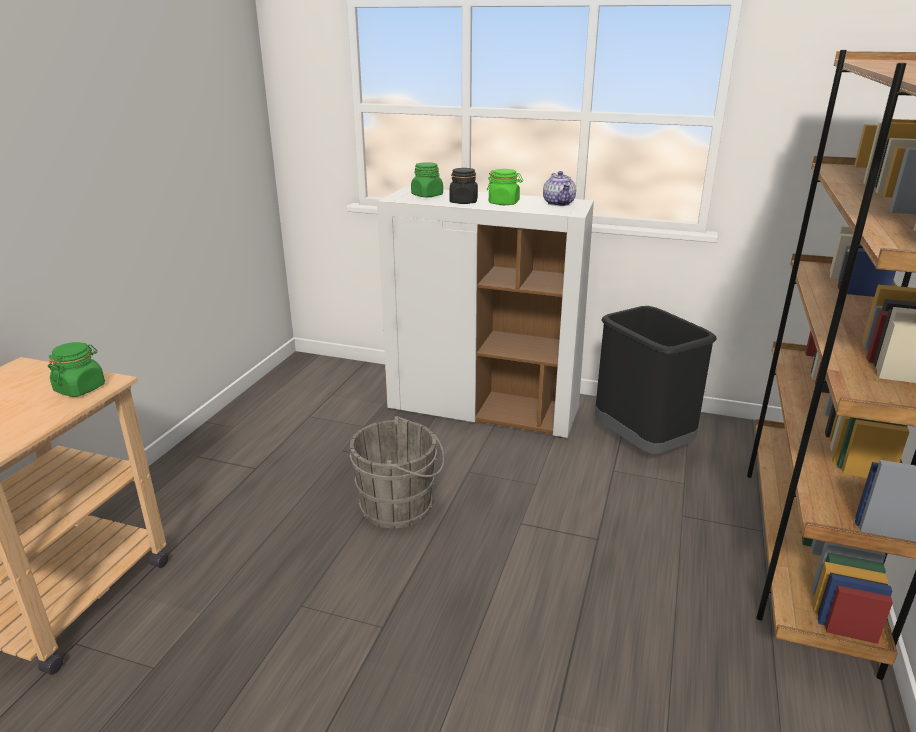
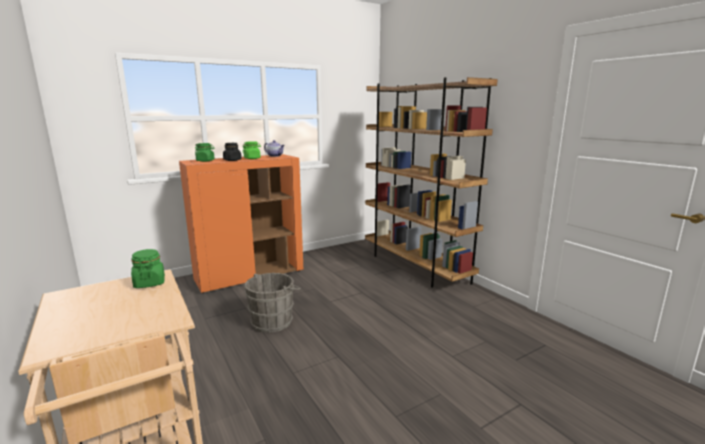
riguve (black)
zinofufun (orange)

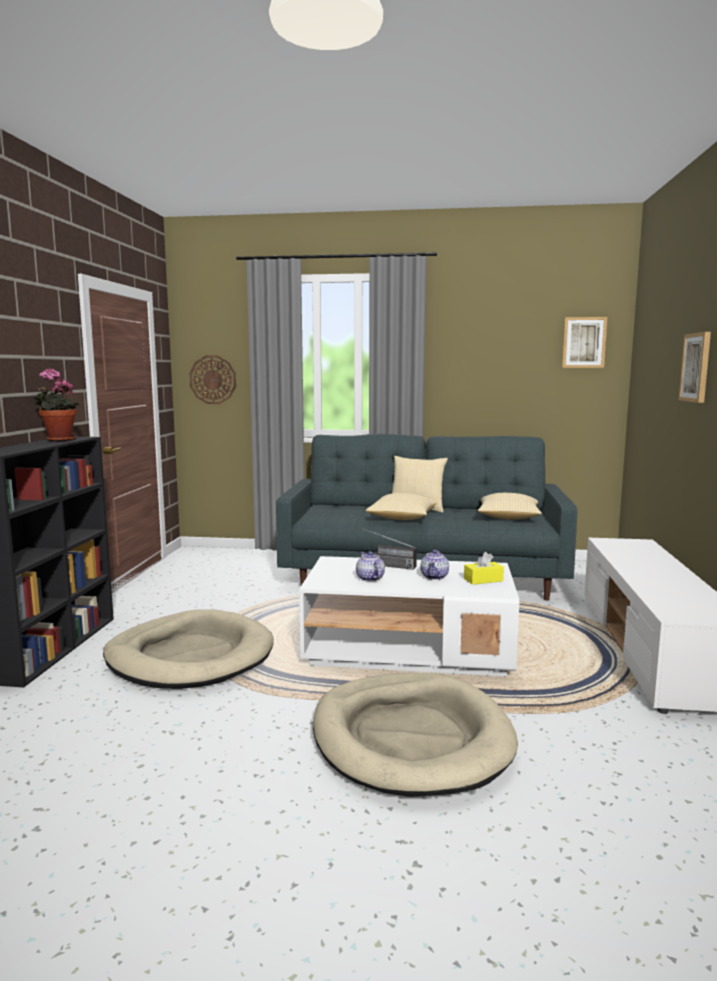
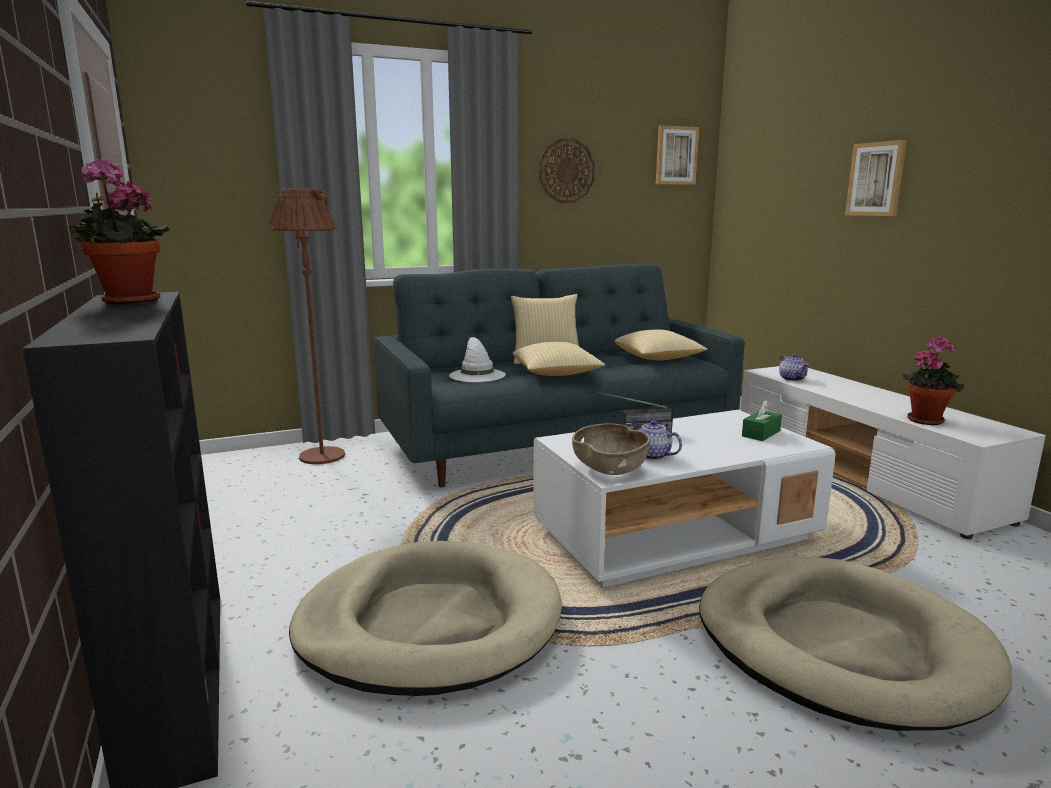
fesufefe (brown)
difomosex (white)
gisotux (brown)
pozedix (2nd from left)
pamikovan
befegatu (2nd from left)
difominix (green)

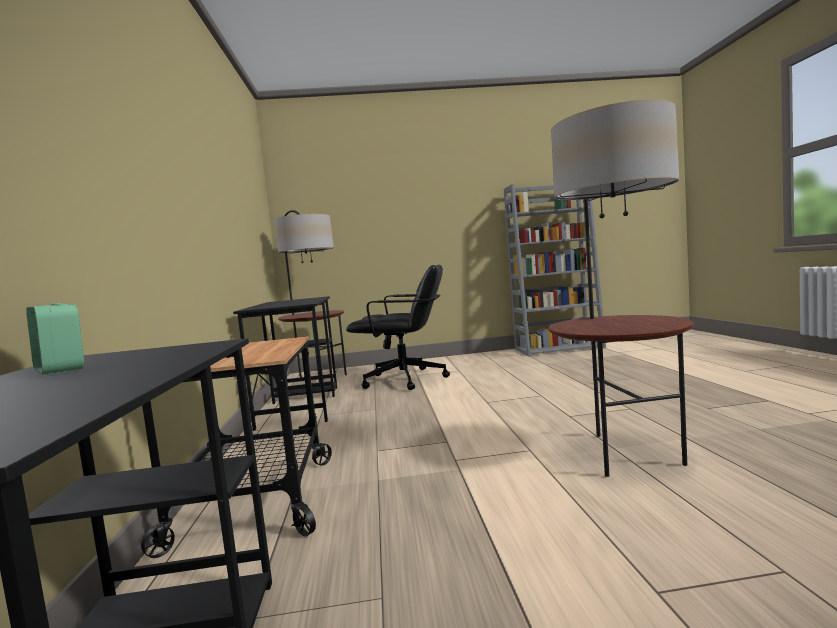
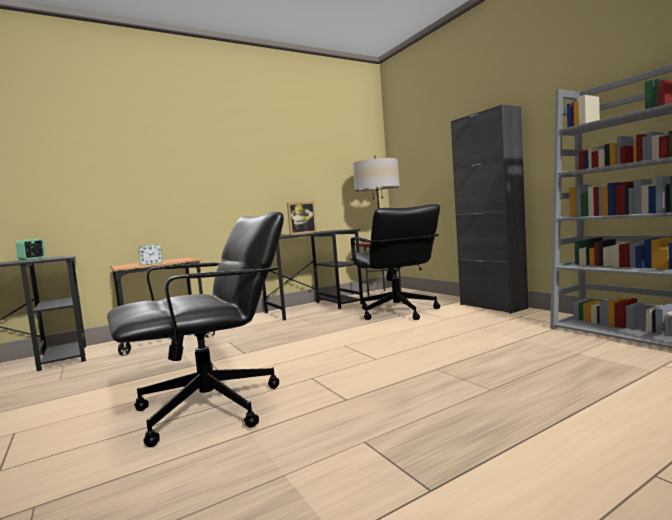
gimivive (2nd from left)
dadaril
zinofufun (black)
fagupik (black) (1st from left)

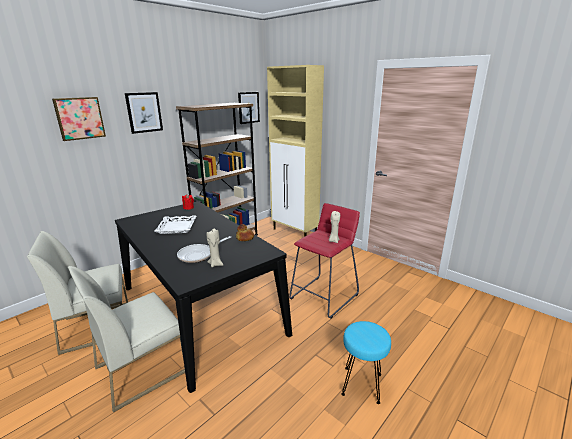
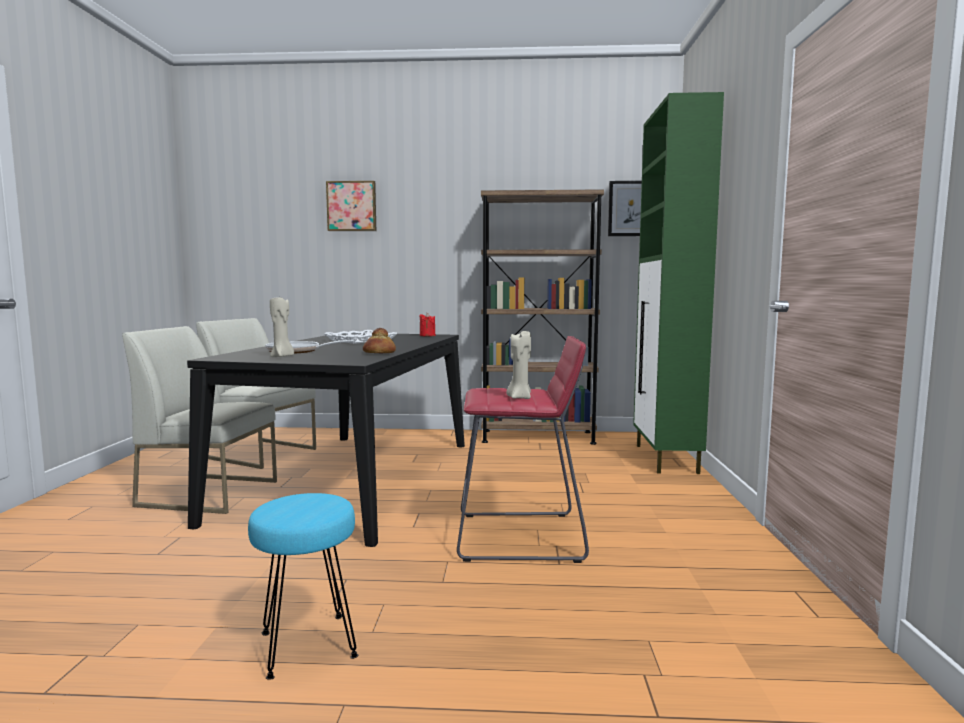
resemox (2nd from left in the first image)
zinofufun (green)

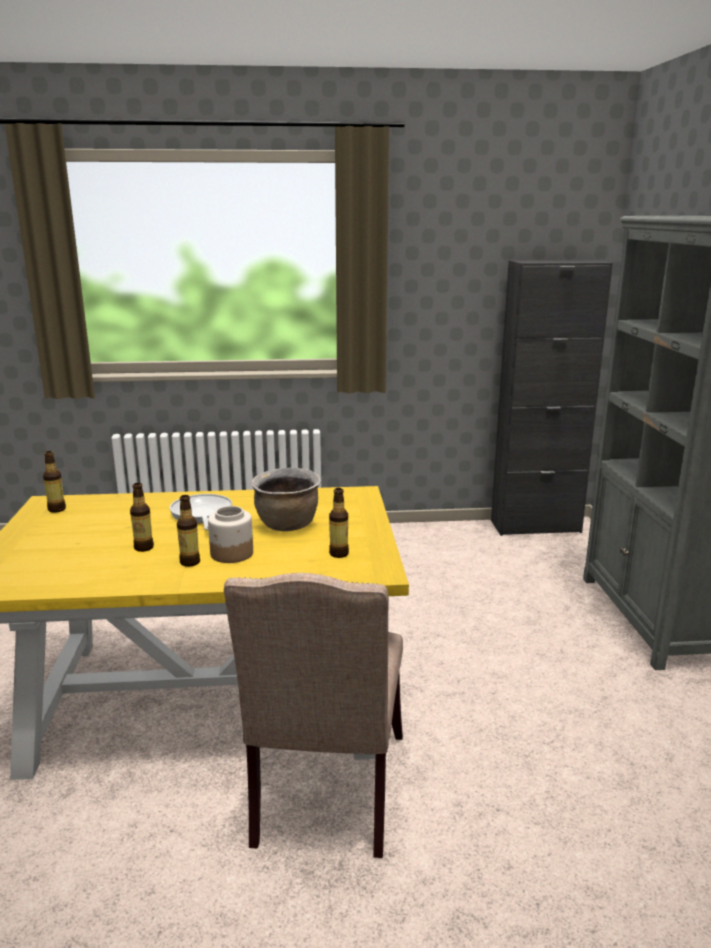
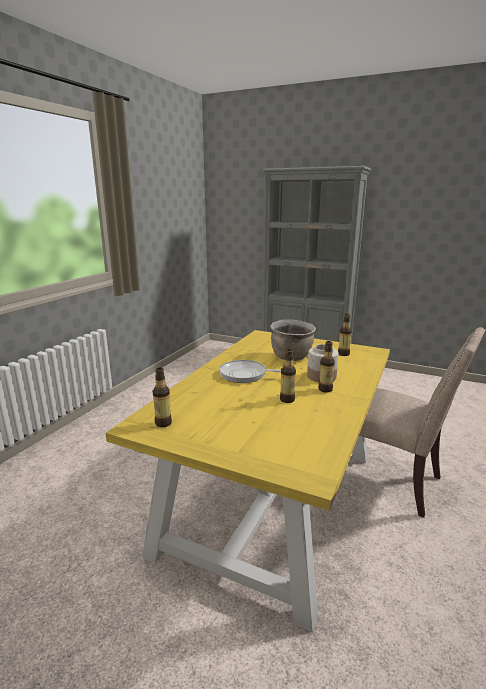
zinofufun (black)

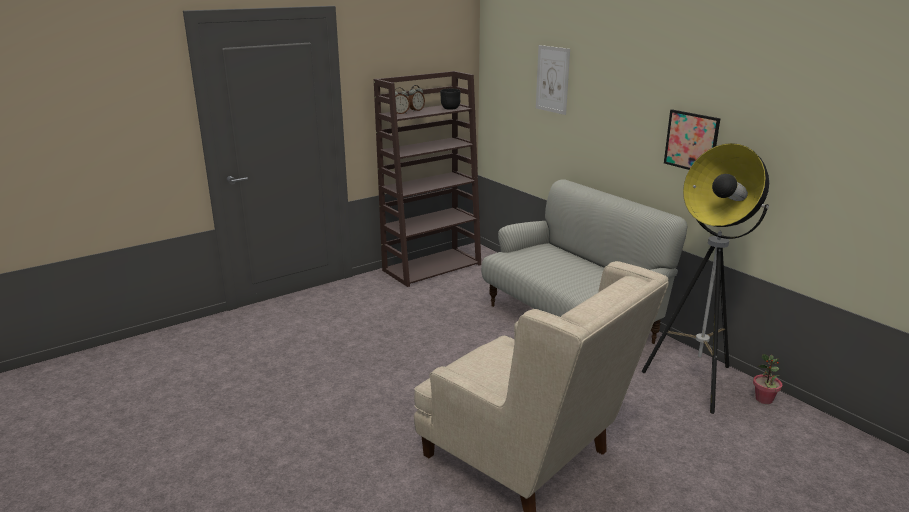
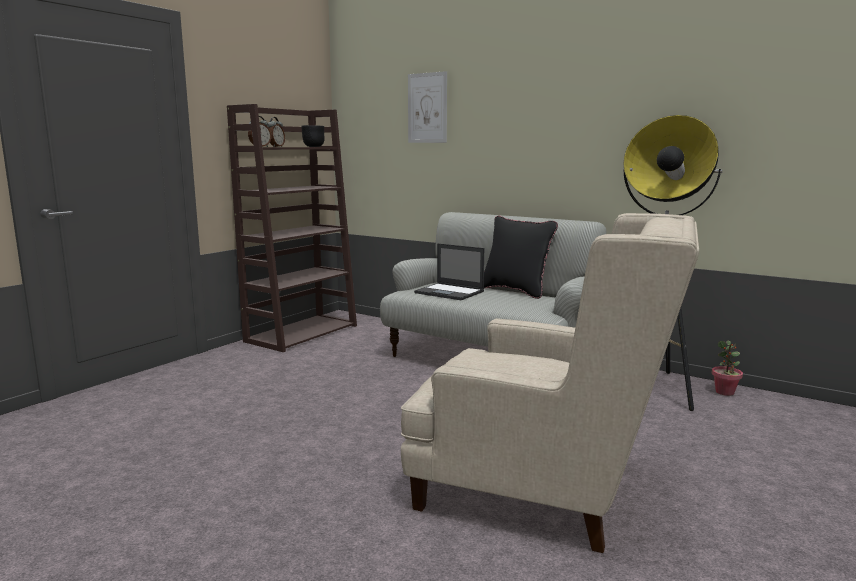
resemox (2nd from left in the first image)
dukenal
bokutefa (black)

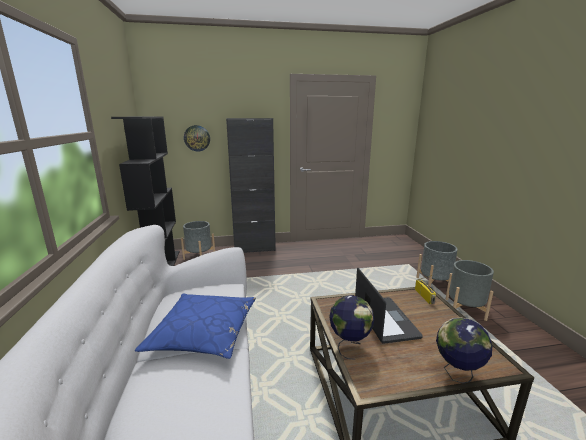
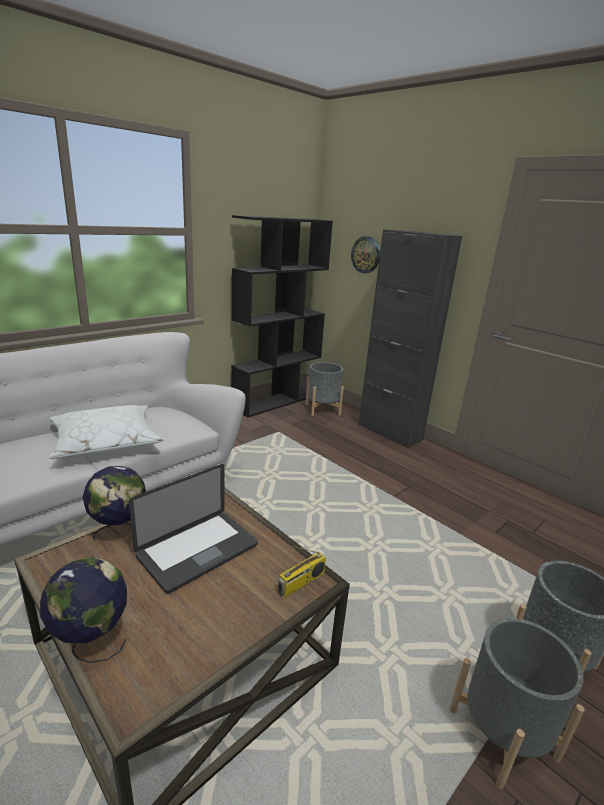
bokutefa (white)

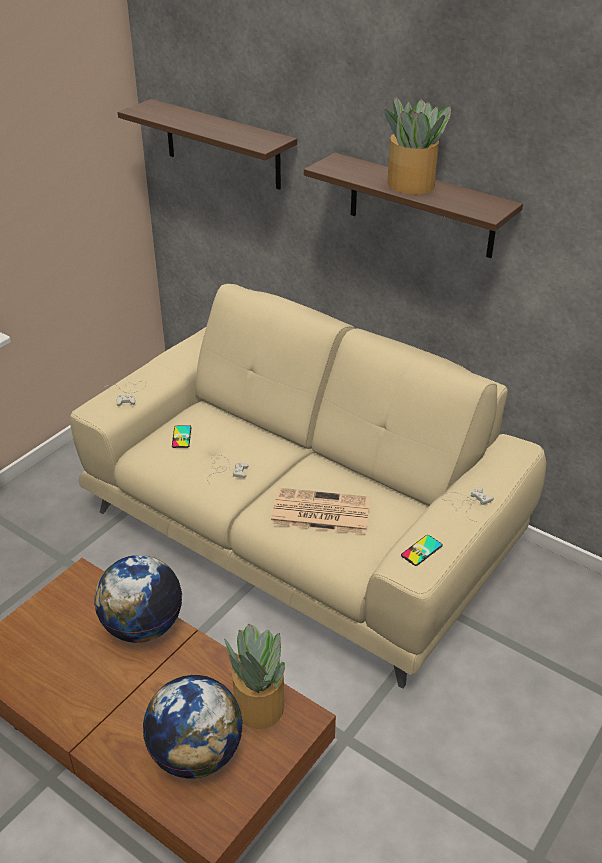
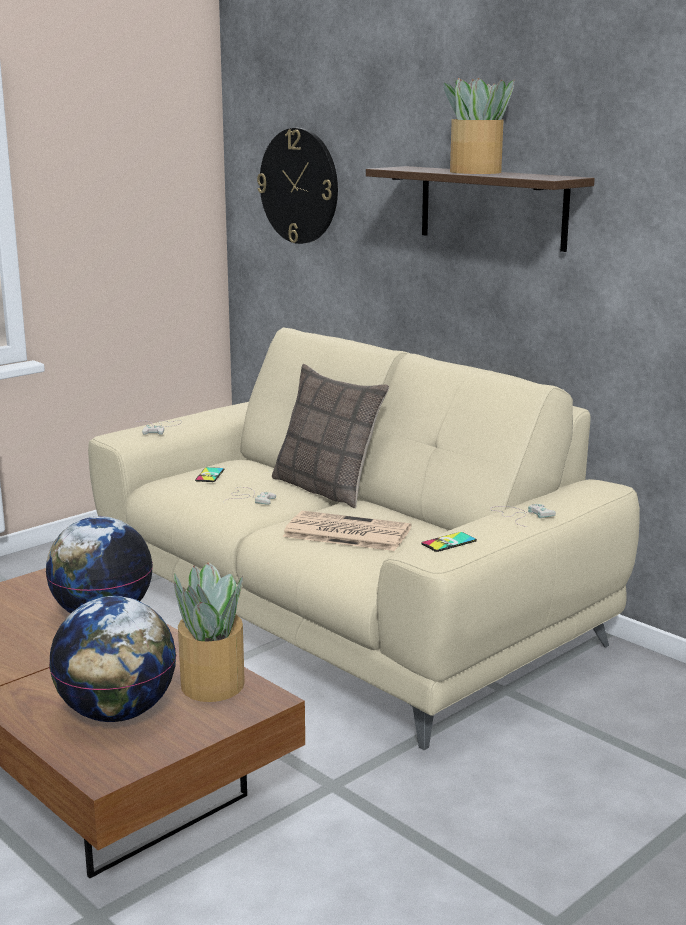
bokutefa
pamikovan

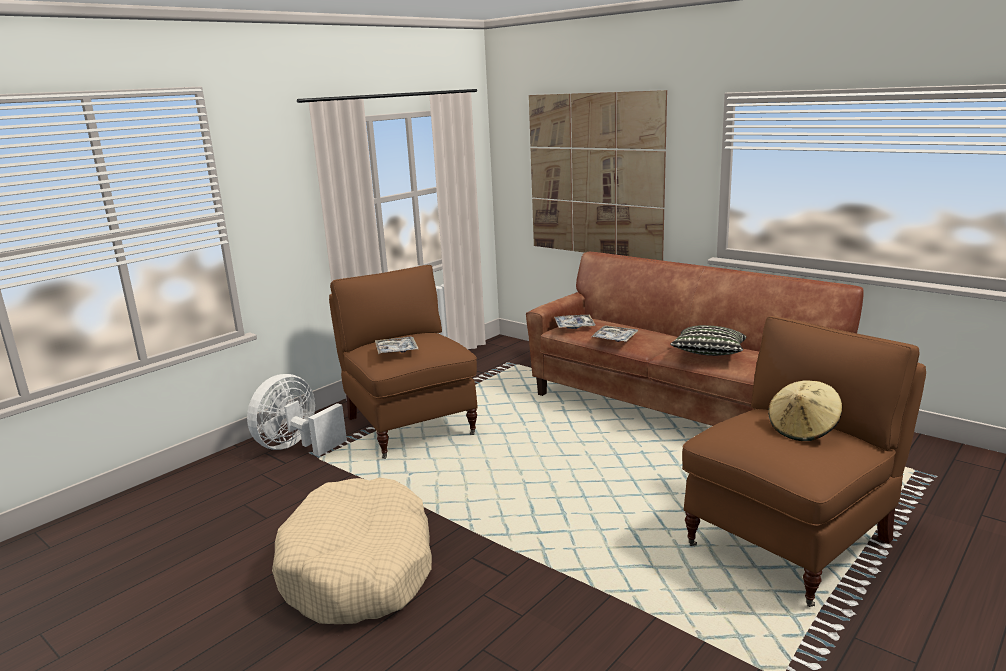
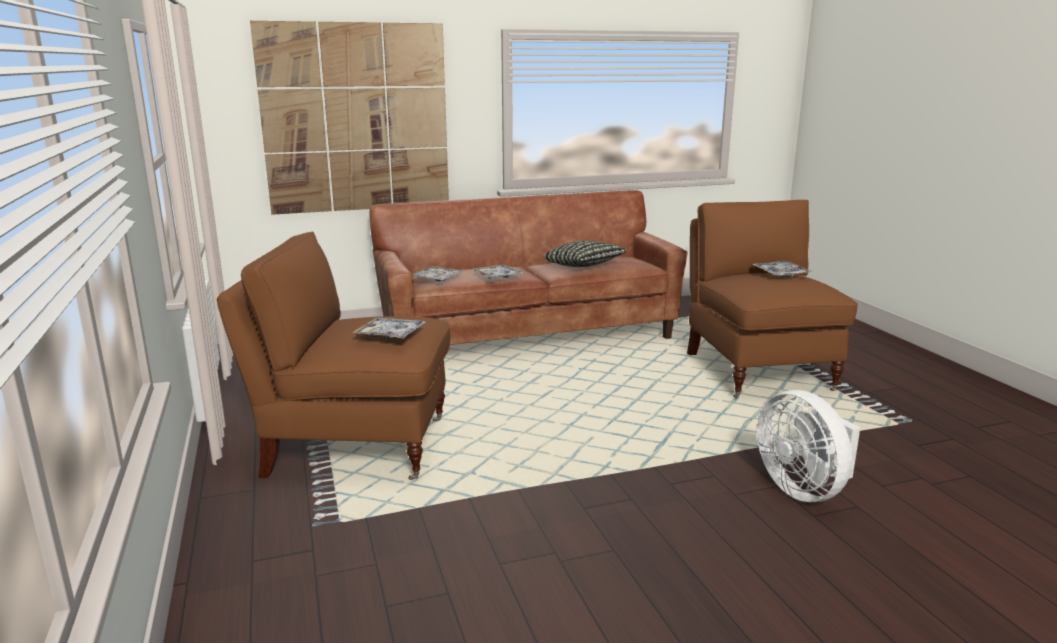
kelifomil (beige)
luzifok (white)
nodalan (4th from left)

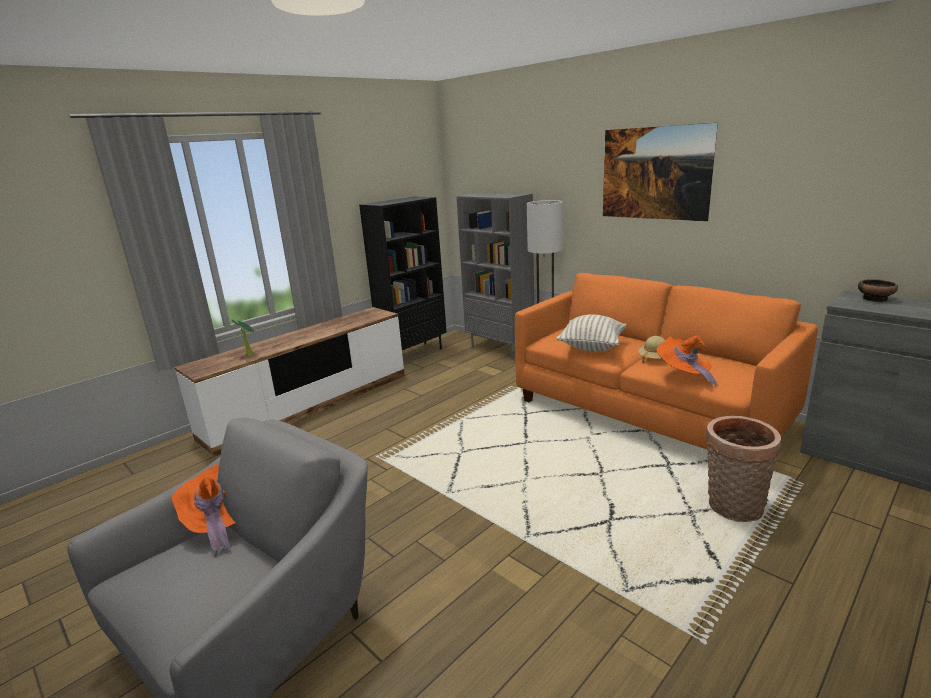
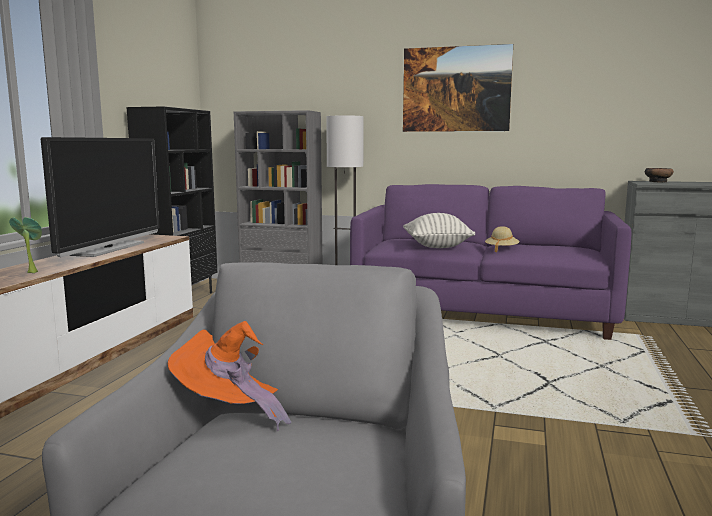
difomosex (orange) (2nd from left in the first image)
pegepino
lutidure
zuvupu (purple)

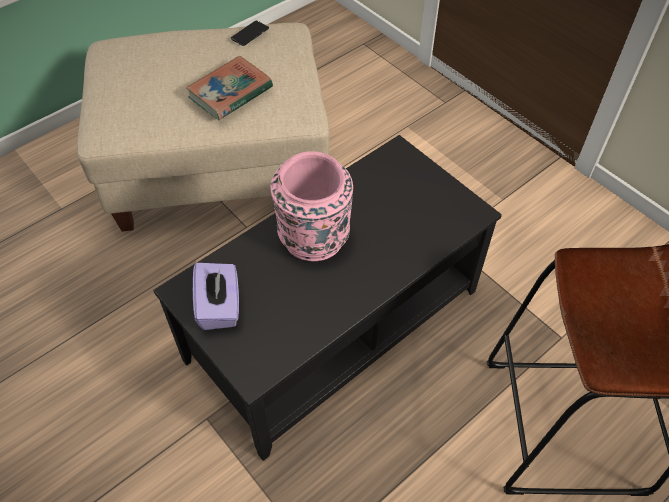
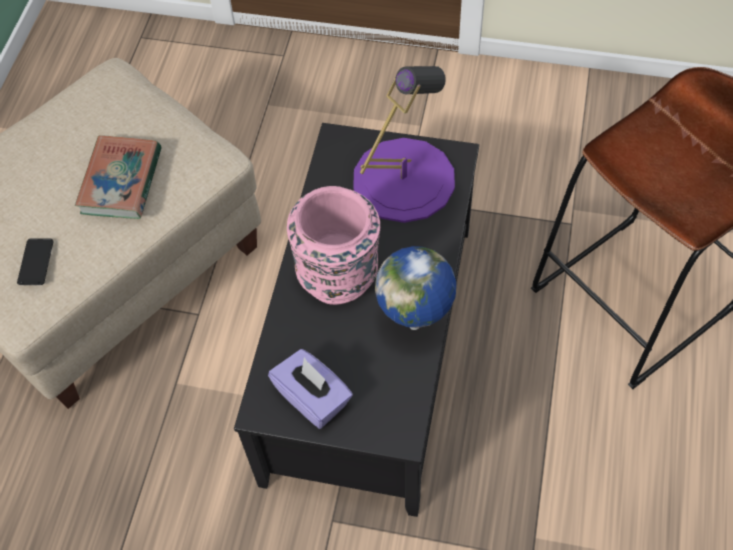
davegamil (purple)
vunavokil
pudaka

